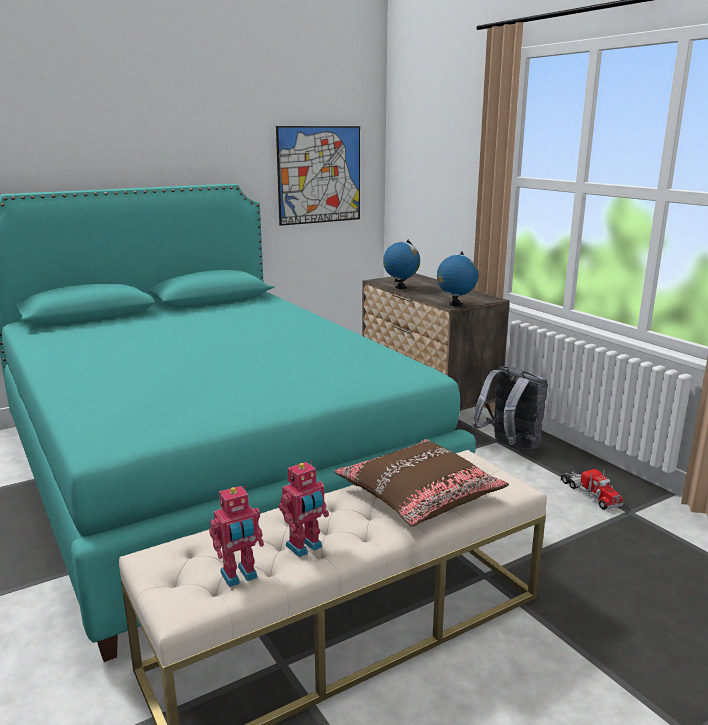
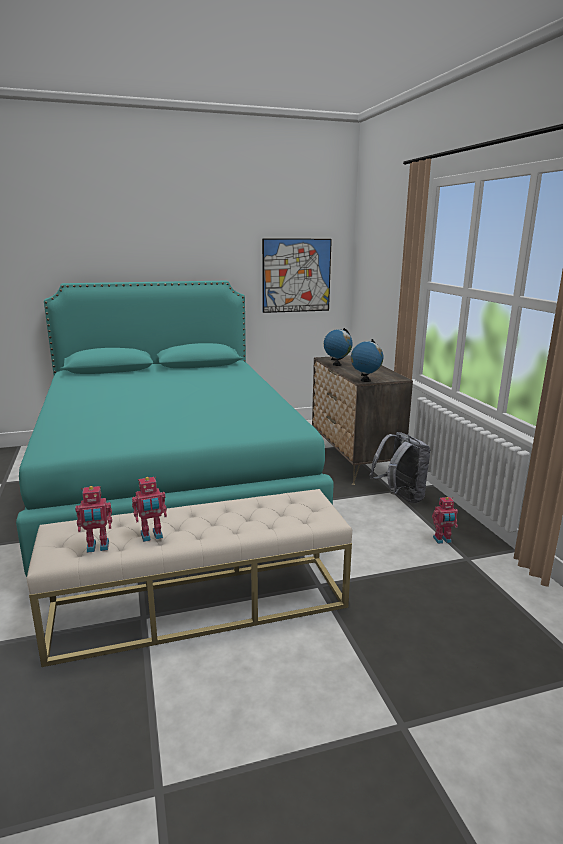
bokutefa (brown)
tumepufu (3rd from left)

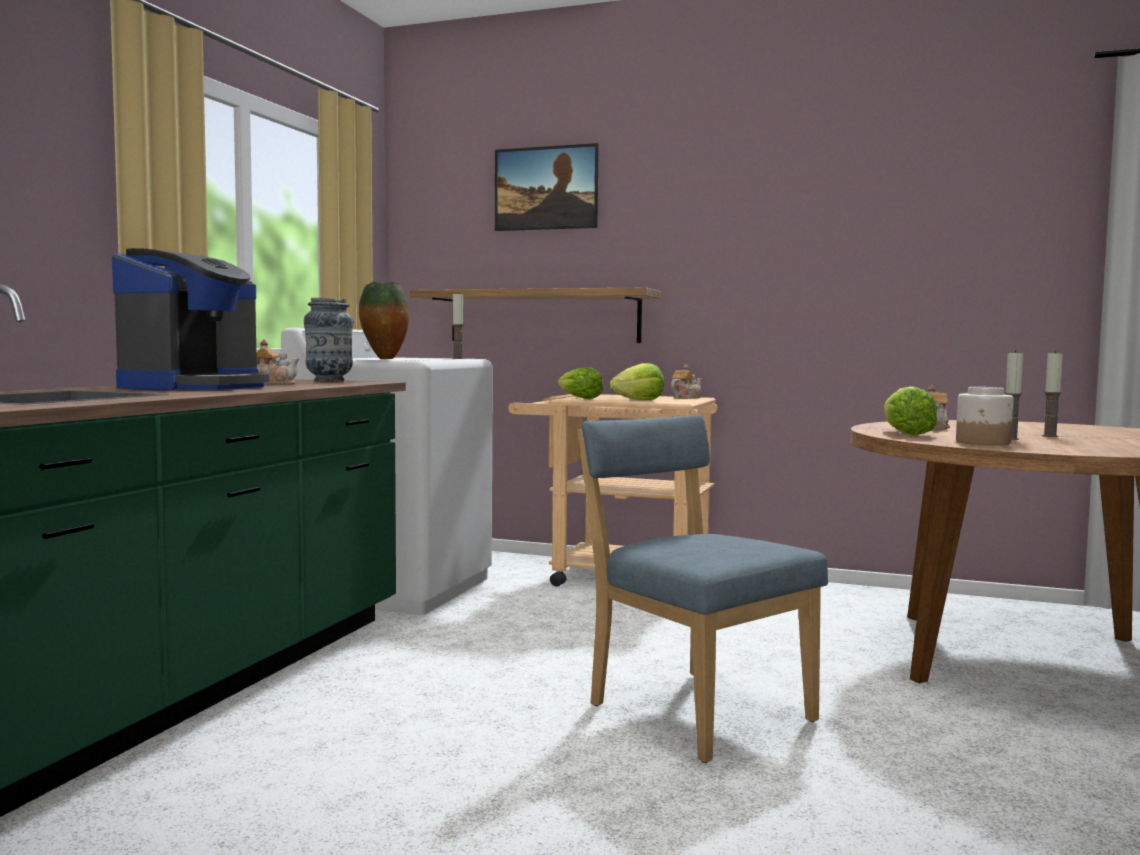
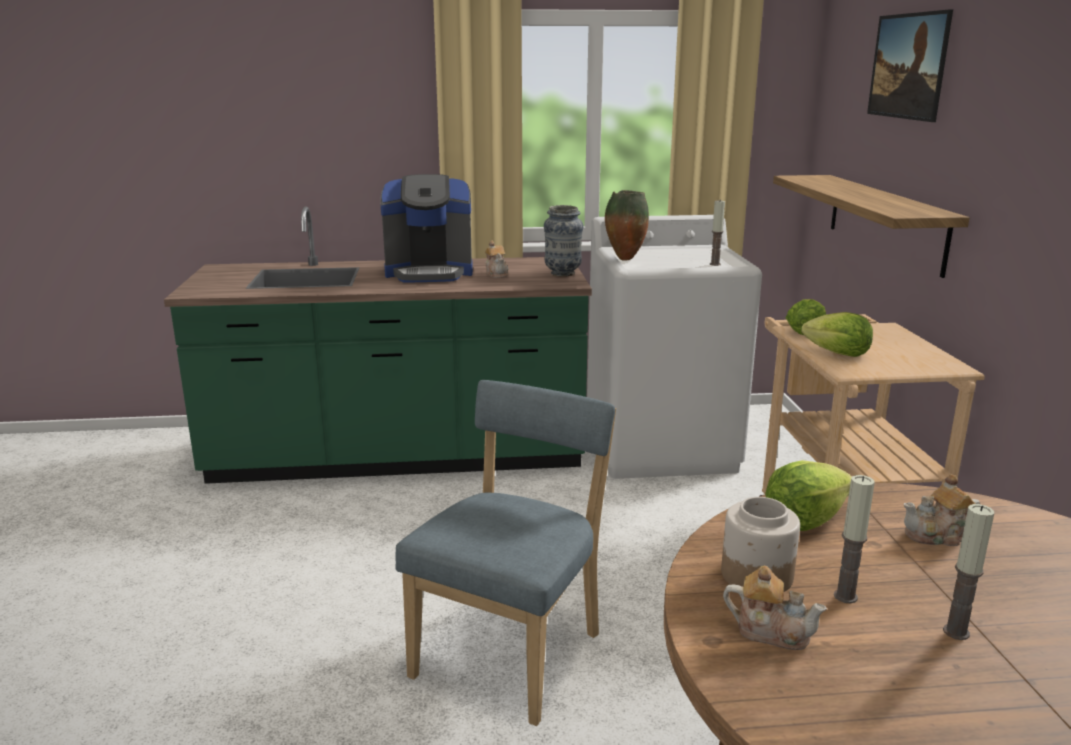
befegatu (2nd from left)

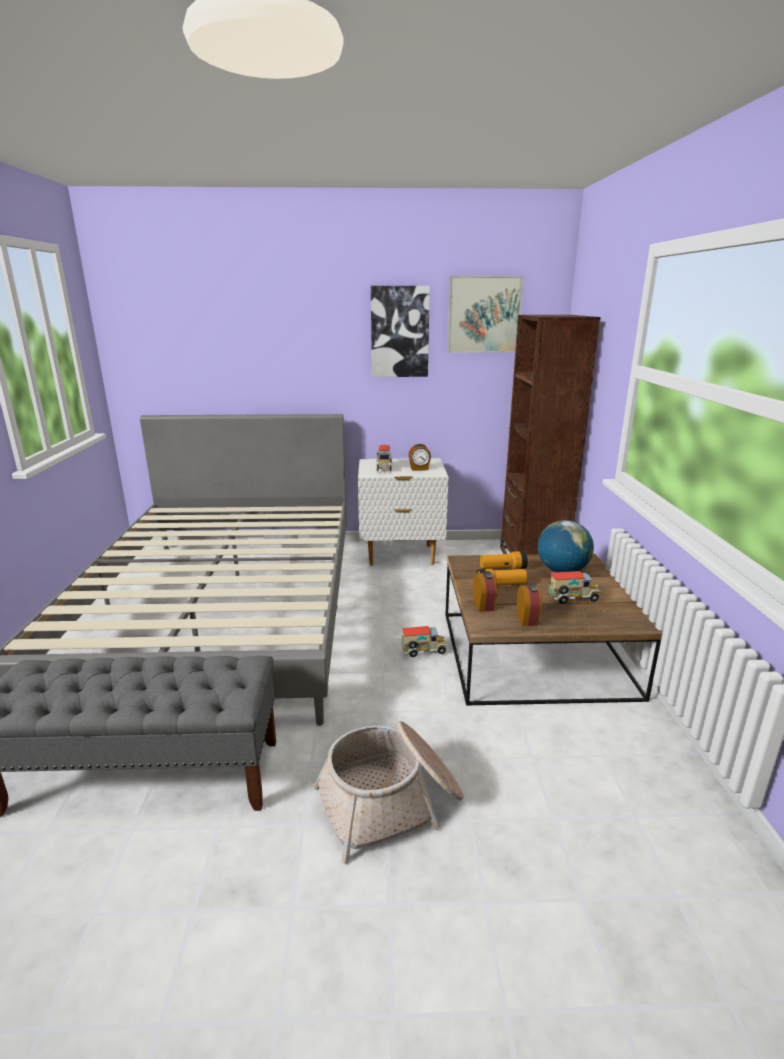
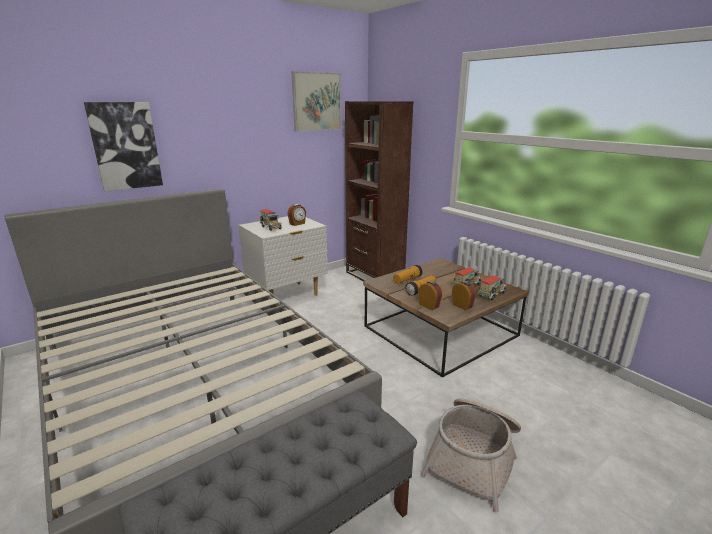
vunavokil
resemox (1st from left)
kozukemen (3rd from left)

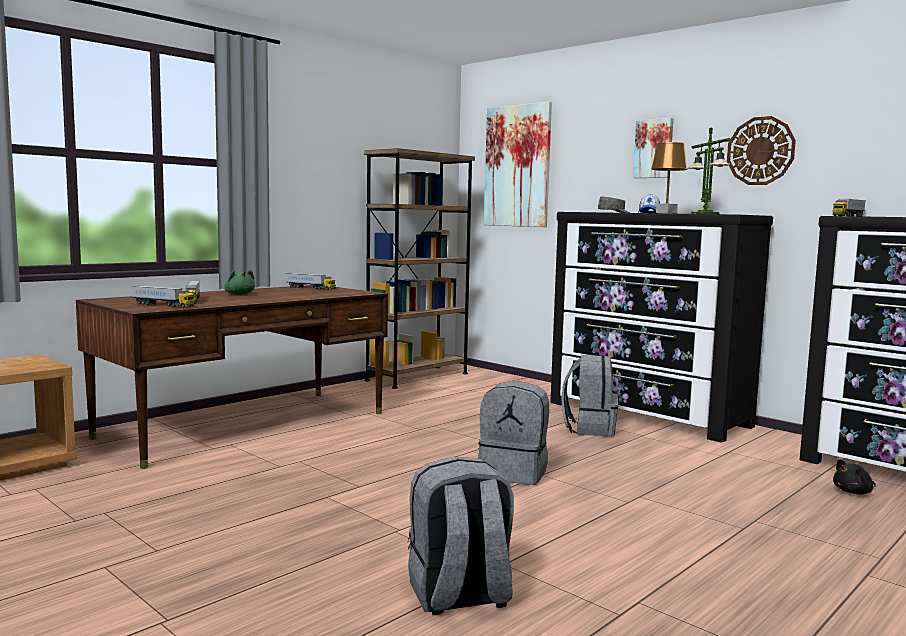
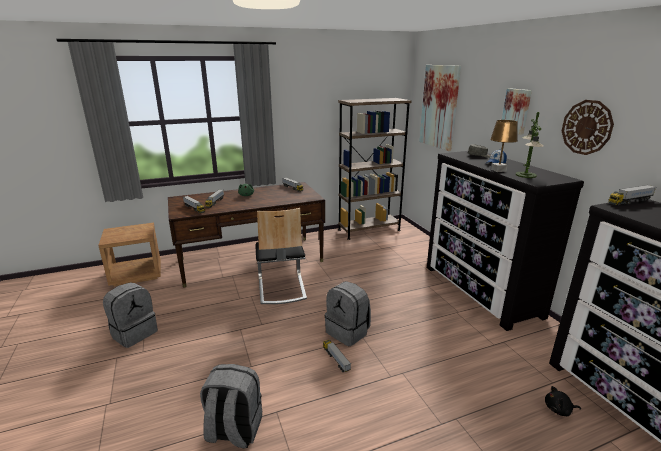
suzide
kozukemen (4th from left)
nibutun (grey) (1st from left)

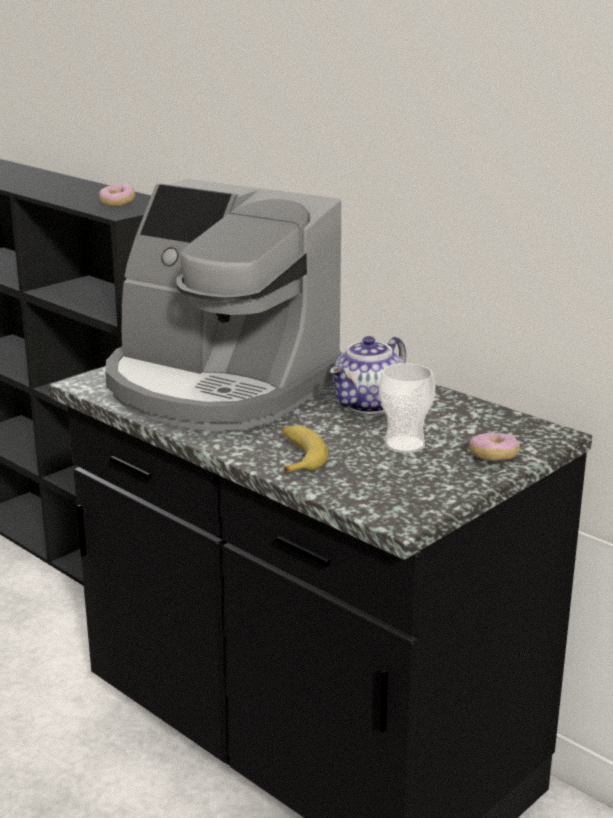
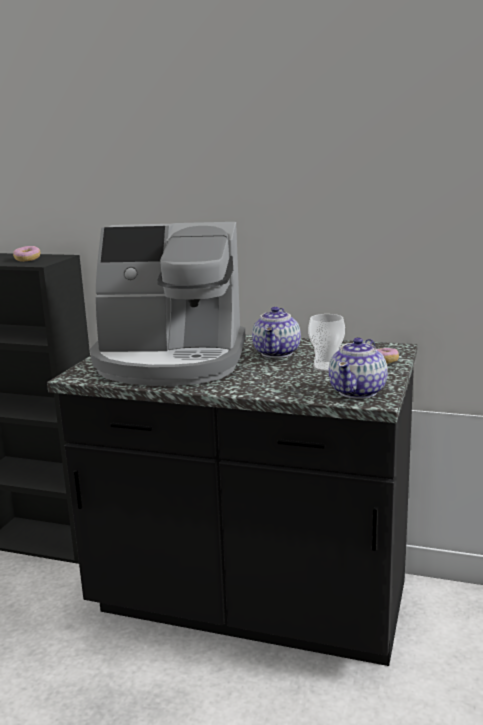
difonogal
befegatu (2nd from left)

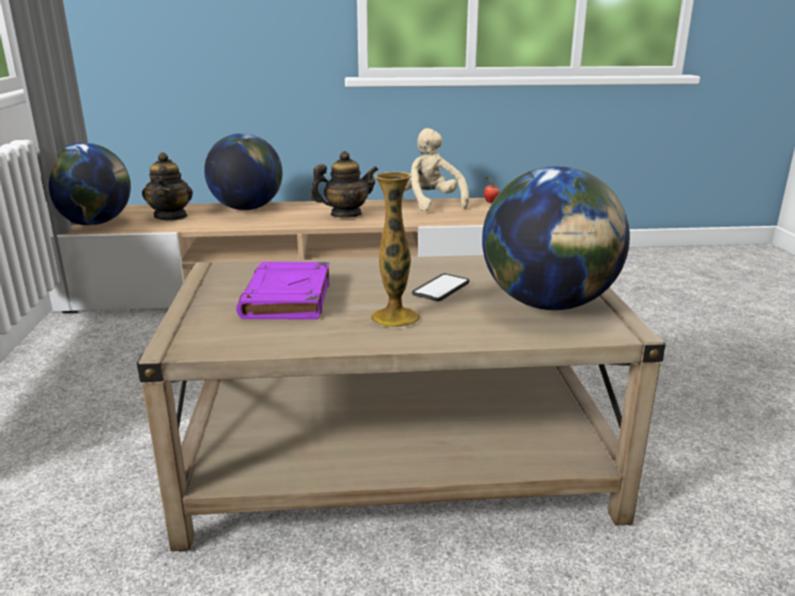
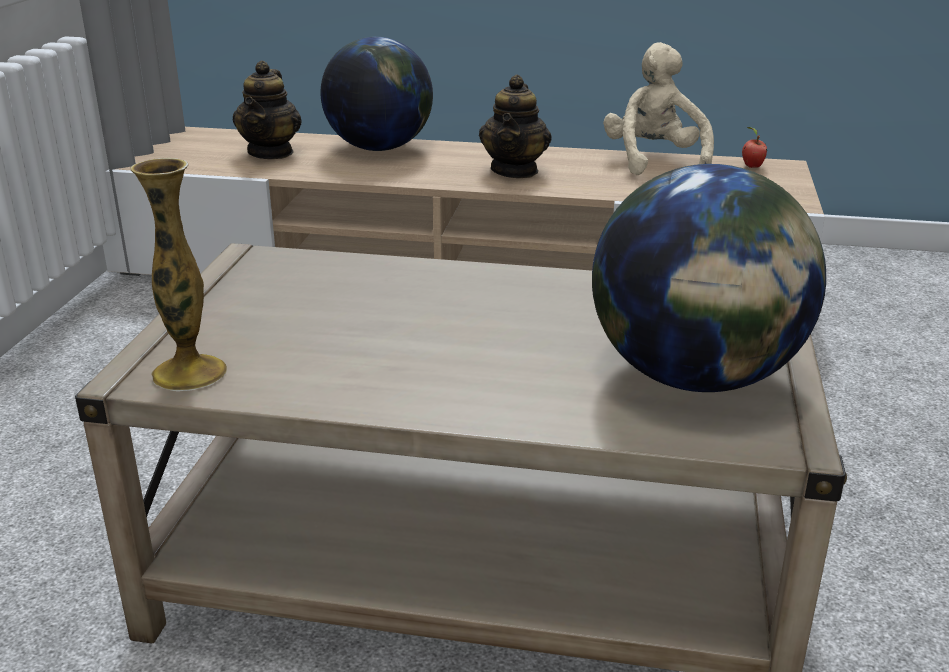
vunavokil (1st from left in the first image)
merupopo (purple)
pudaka
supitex
befegatu (2nd from left)

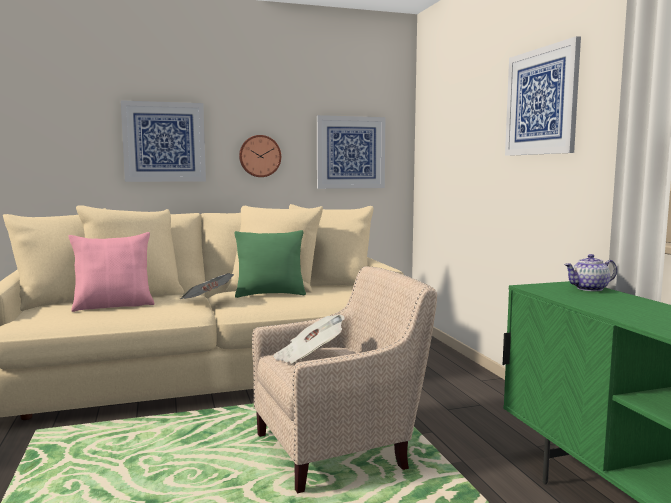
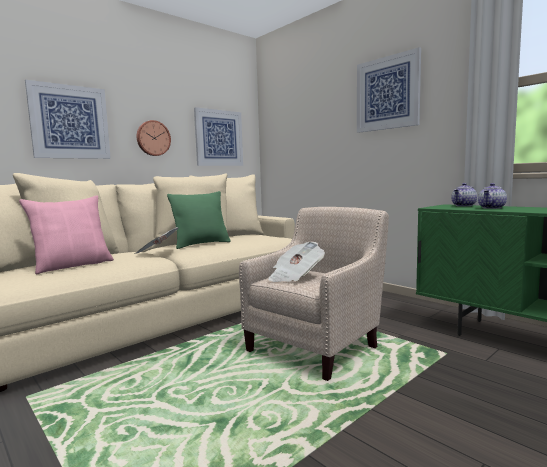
befegatu (2nd from left)

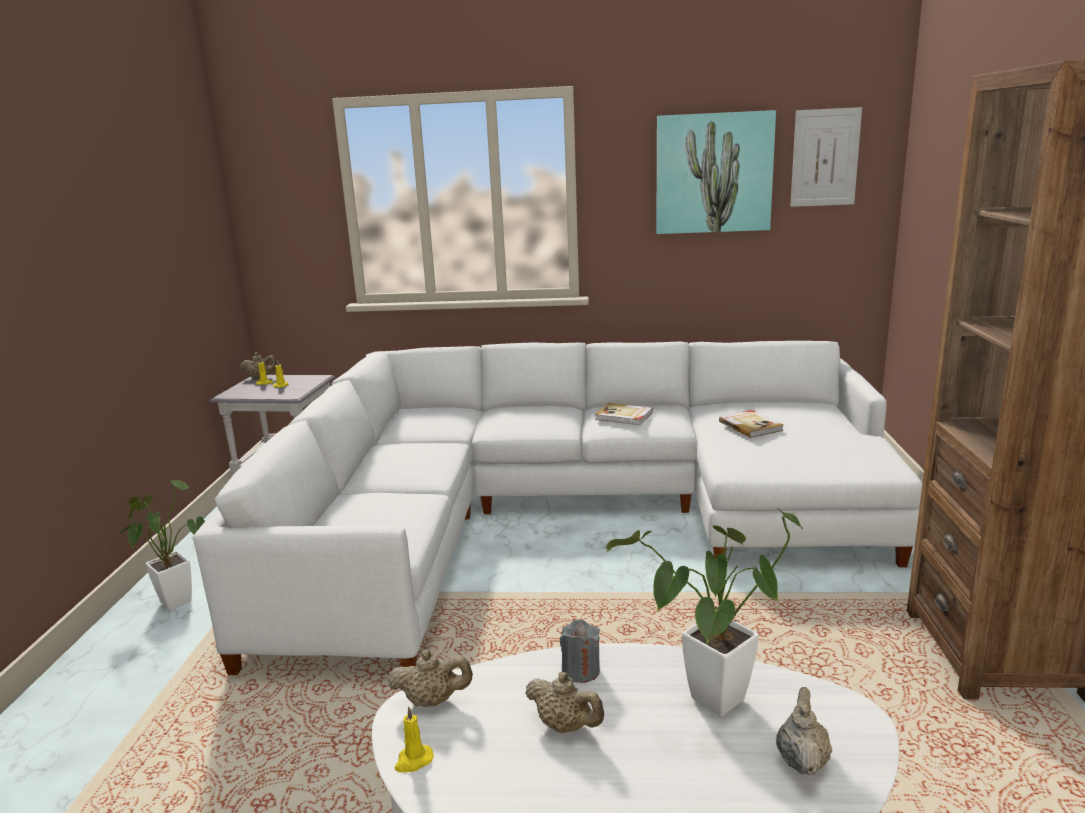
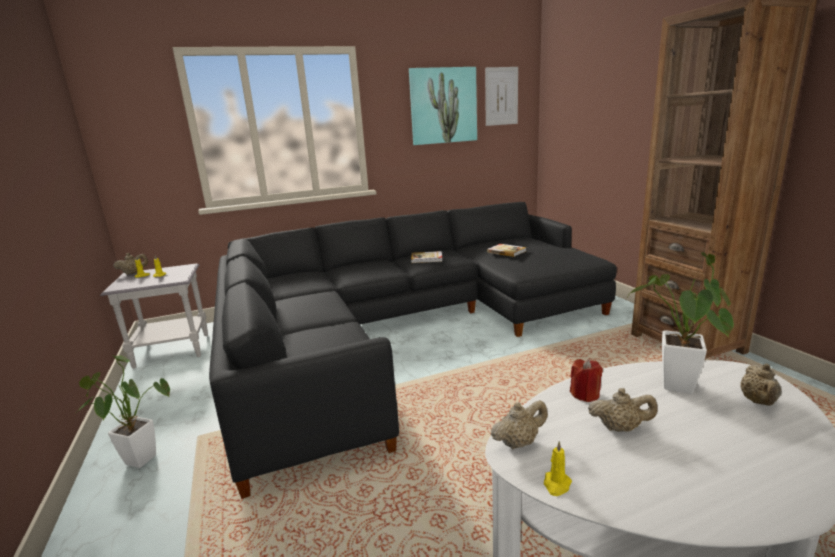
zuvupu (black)
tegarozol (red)
befegatu (beige) (4th from left)

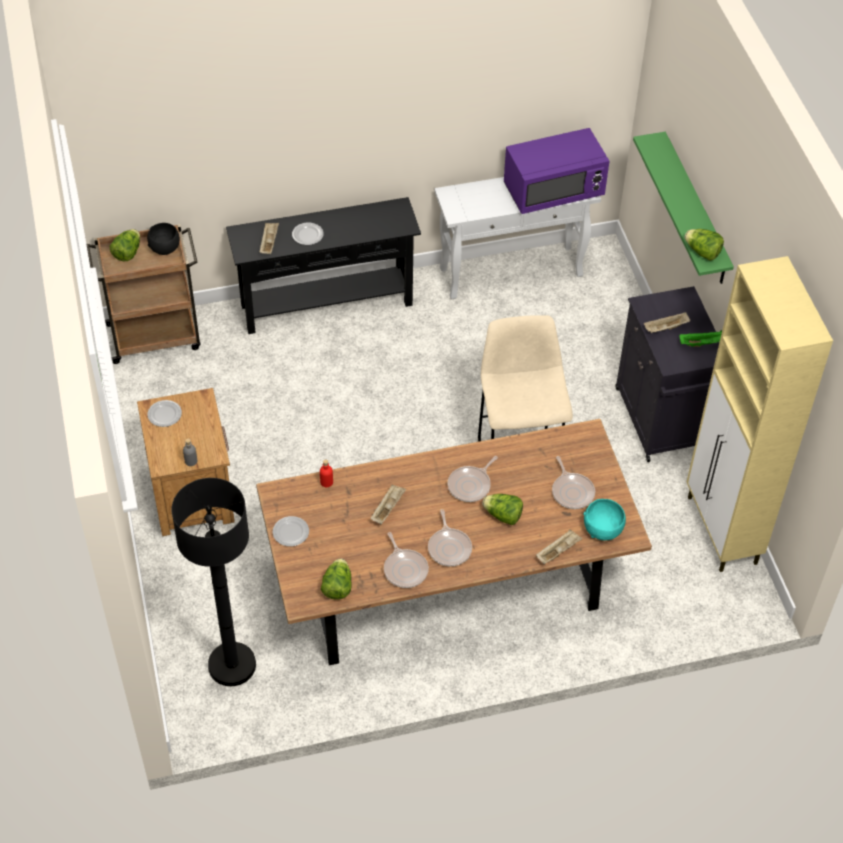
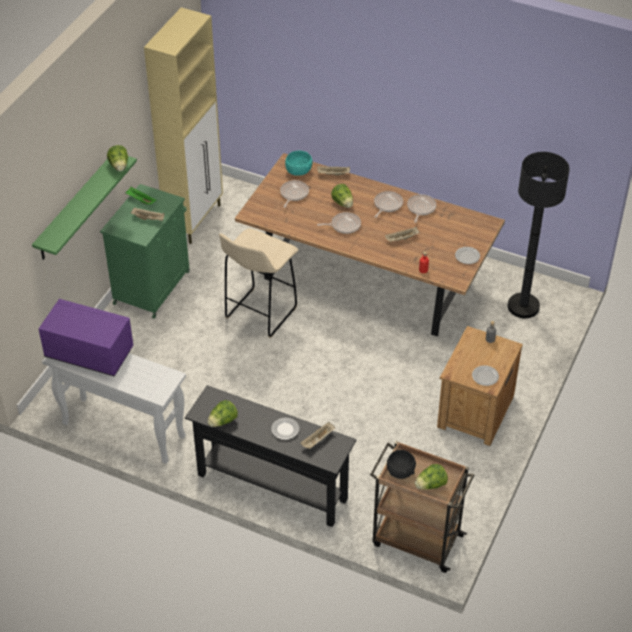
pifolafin (2nd from left)
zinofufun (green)

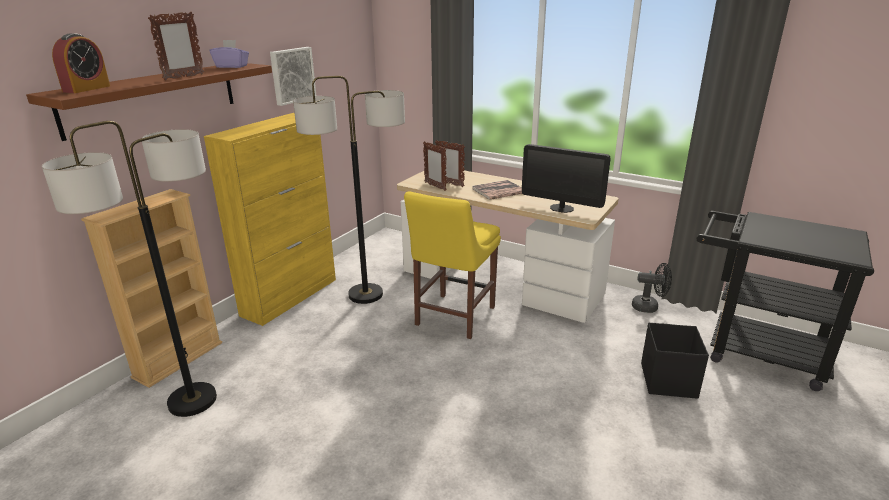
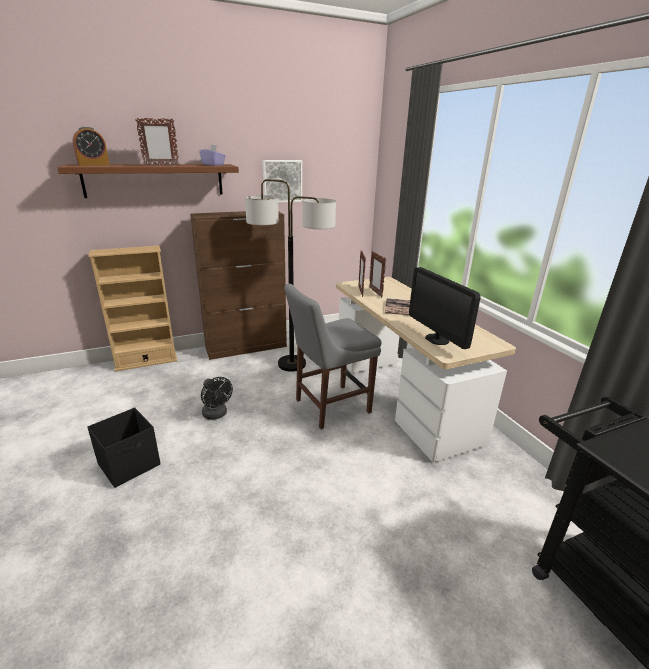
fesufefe (1st from left in the first image)
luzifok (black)
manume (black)
zinofufun (brown)
suzide (grey)

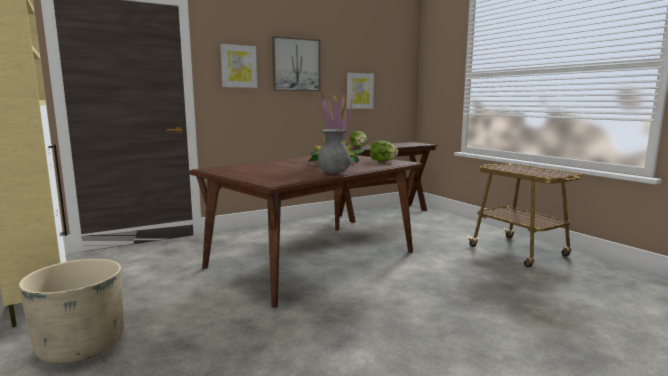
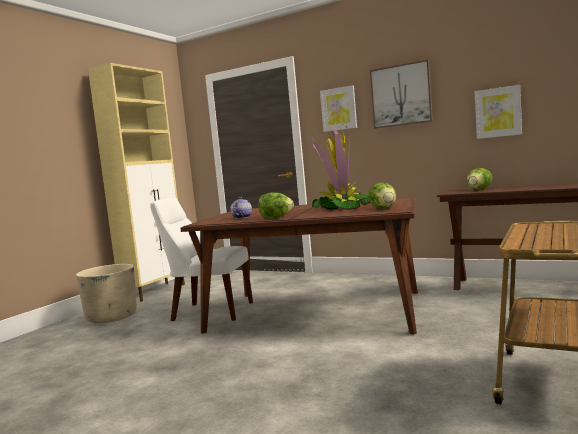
suzide (white)
befegatu
pifolafin (1st from left)

